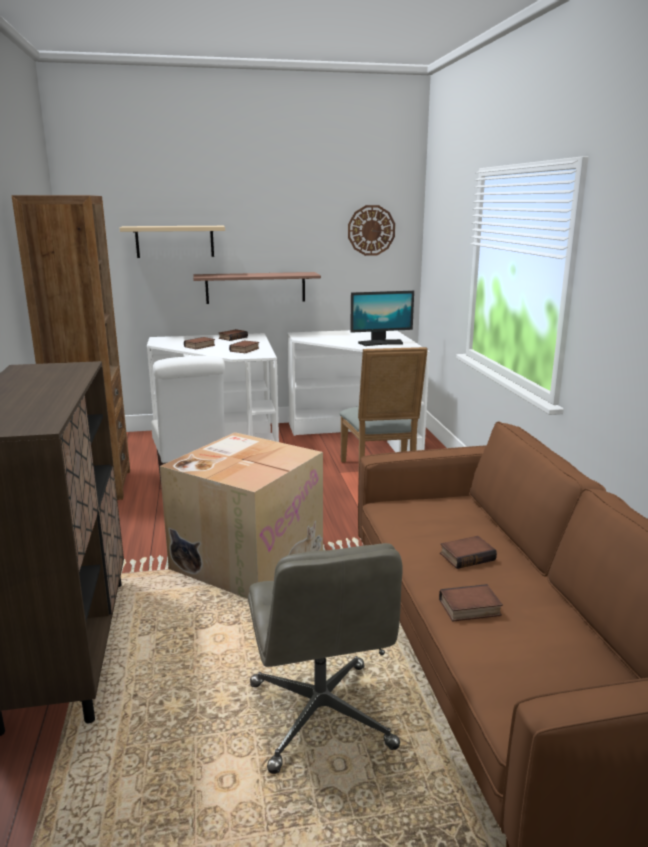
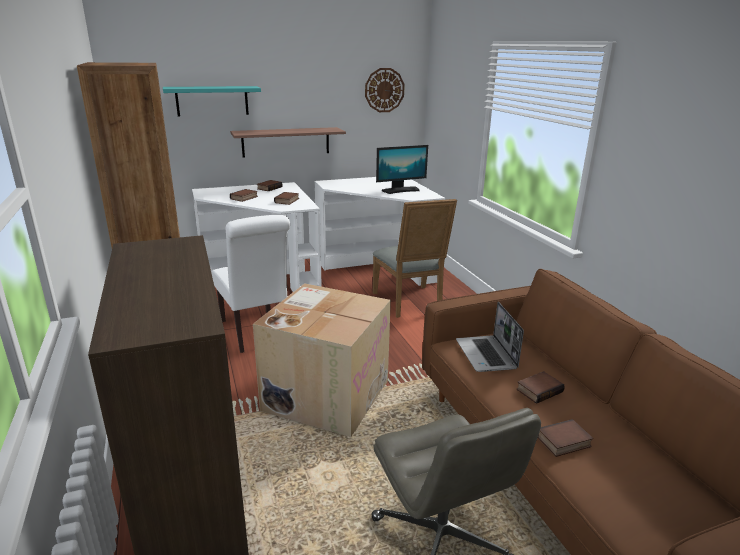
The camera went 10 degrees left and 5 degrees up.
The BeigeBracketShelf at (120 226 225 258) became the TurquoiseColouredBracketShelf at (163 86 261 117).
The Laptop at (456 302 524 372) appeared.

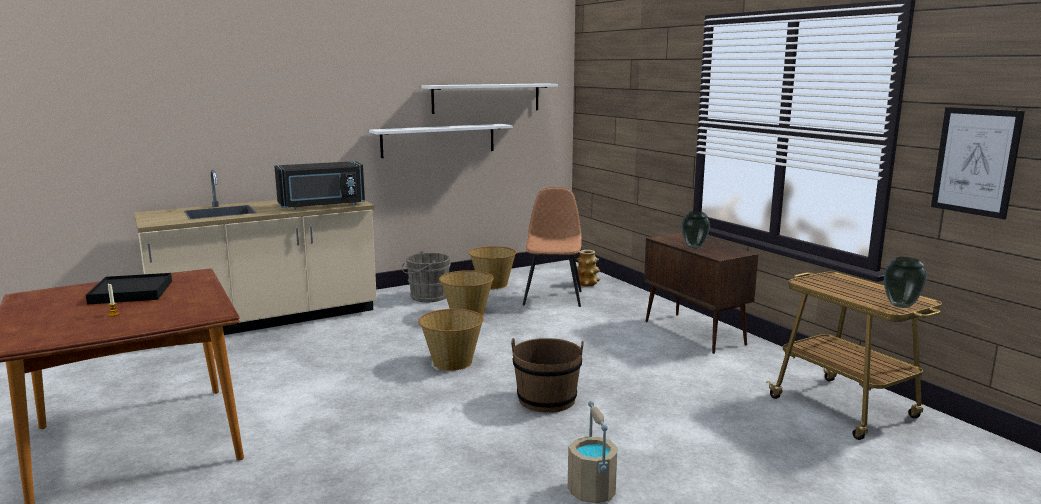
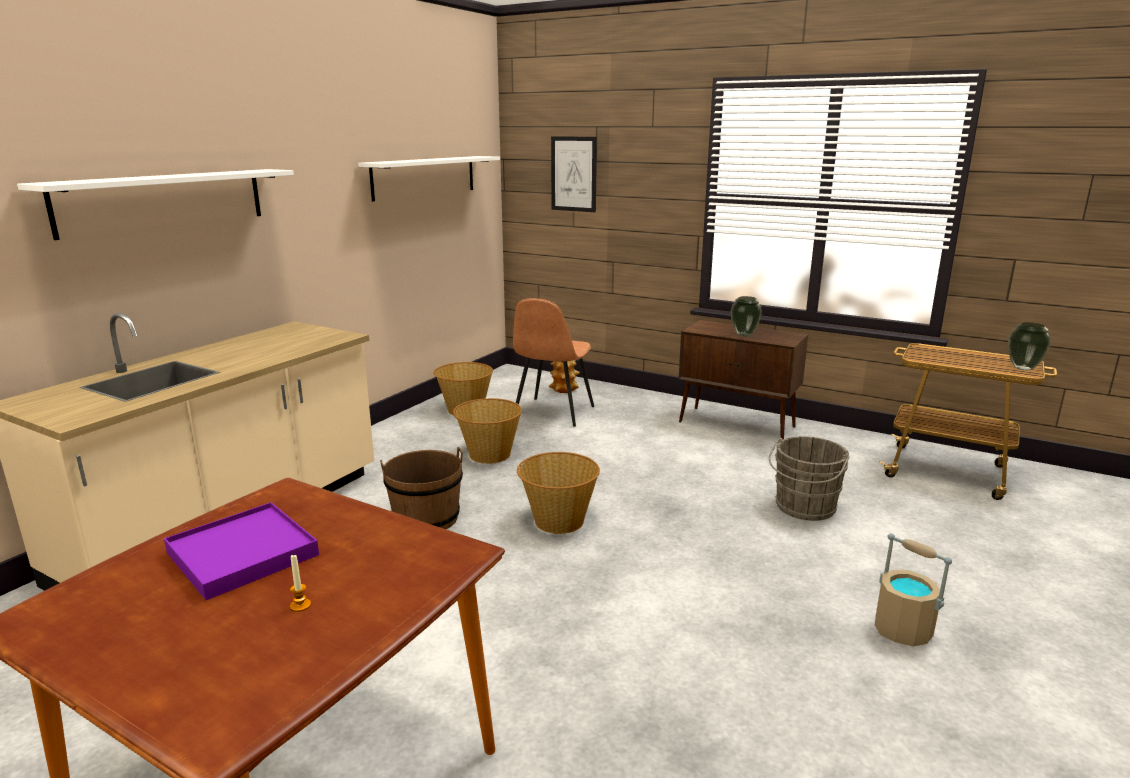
The camera went 30 degrees left and 5 degrees up.
The WallArt moved from (931 107 1025 219) to (551 136 597 212).
The WhiteColouredBracketShelf moved from (369 124 512 158) to (17 169 294 240).
The BlackishMicrowave at (274 161 365 210) disappeared.
The BrownColouredPlainChair at (523 187 582 307) turned 135 degrees counterclockwise.
The GreyBucket moved from (402 251 450 302) to (769 436 850 521).
The BlackishCarryingTray at (86 273 172 305) became the PurplishCarryingTray at (164 502 319 600).
The BrownColouredBucket moved from (511 338 584 413) to (380 447 463 529).

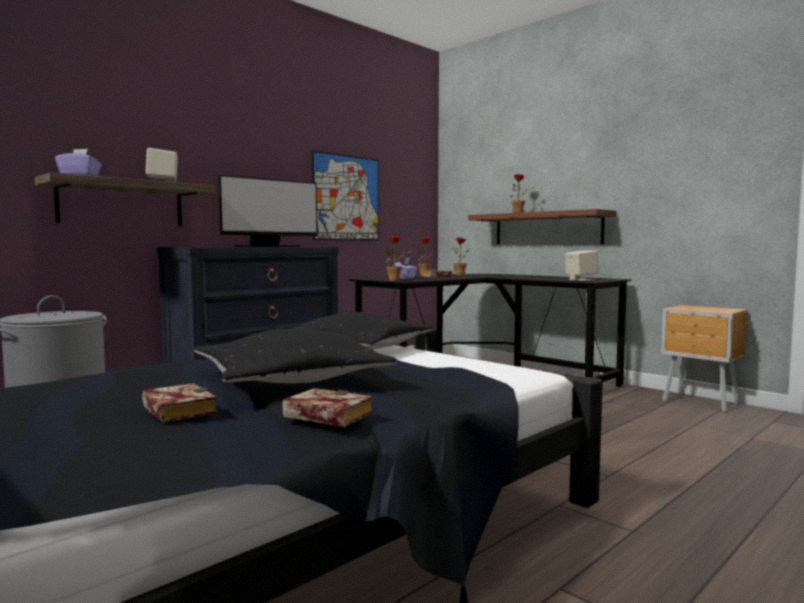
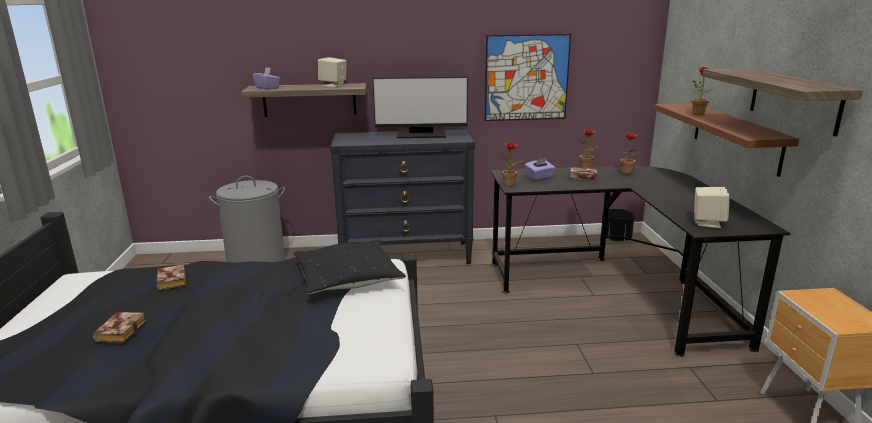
The camera went 40 degrees right and 15 degrees up.
The BlackishThrowPillow at (194 328 397 383) disappeared.
The BoundBook moved from (283 388 373 427) to (157 265 186 290).
The BracketShelf at (703 68 863 137) appeared.

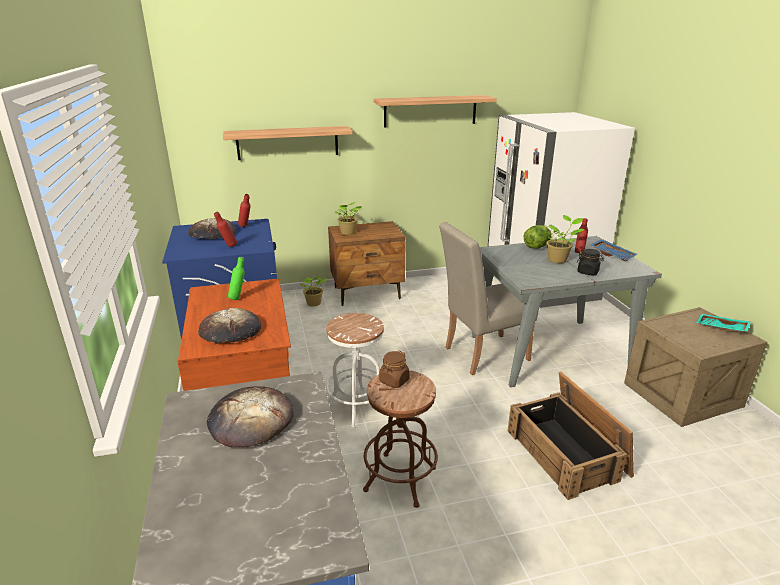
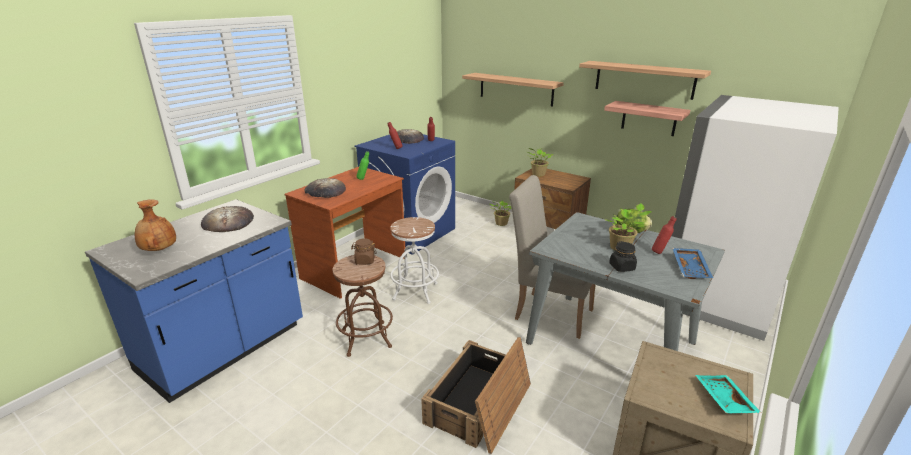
The camera went 50 degrees right and 0 degrees up.
The BracketShelf at (604 101 690 136) appeared.
The BrownColouredDecorativeVase at (135 199 176 251) appeared.

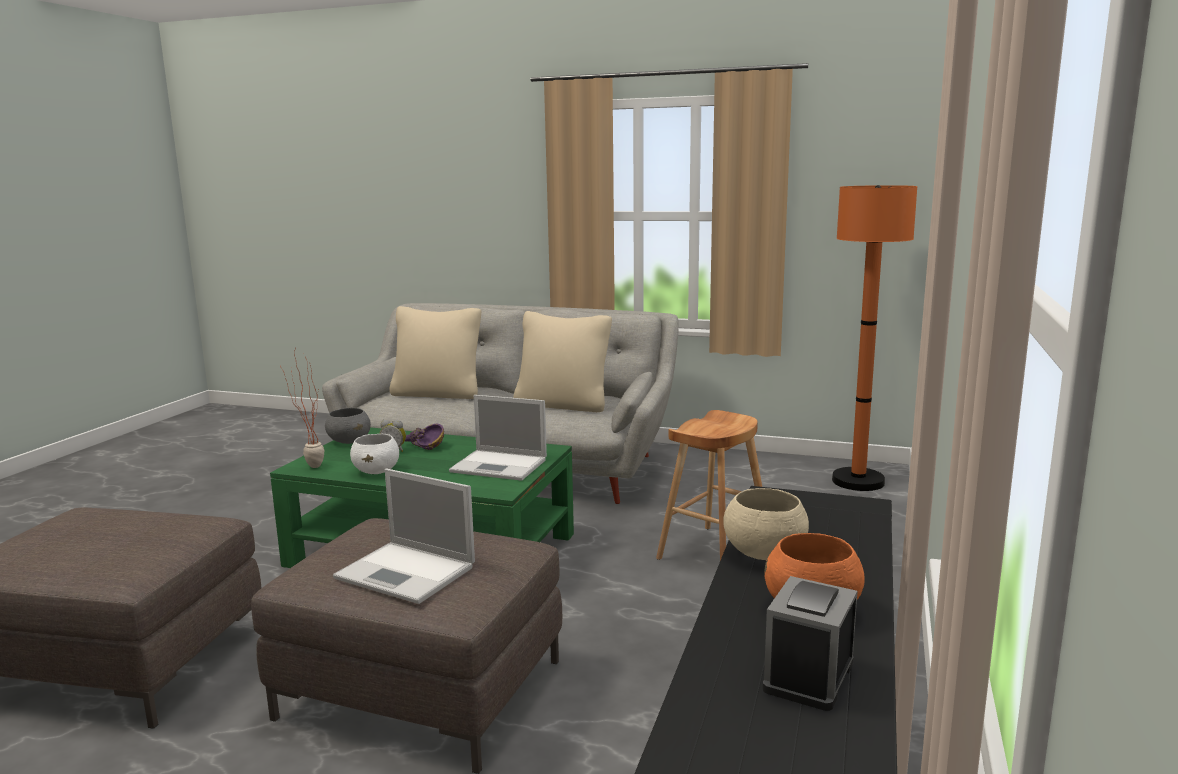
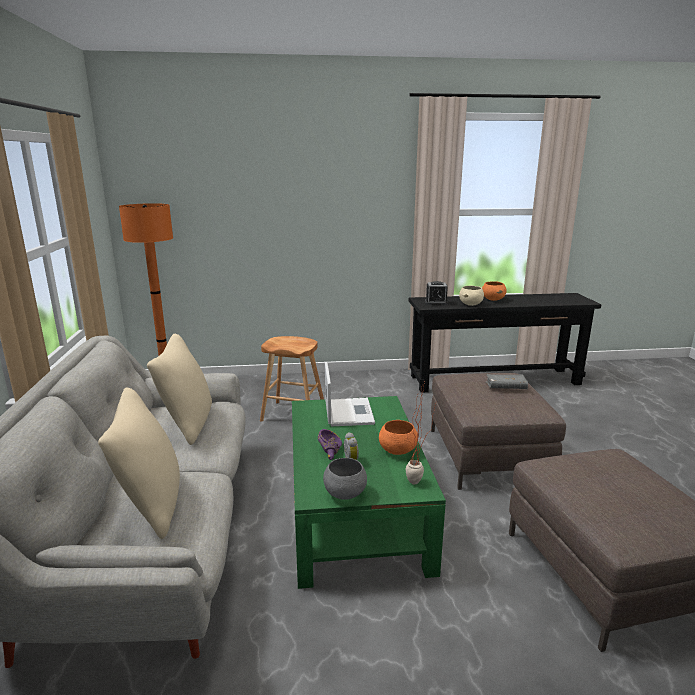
The camera went 115 degrees left and 5 degrees up.
The WhiteColouredDeepDish at (350 434 399 474) became the OrangeDeepDish at (379 420 417 455).
The Laptop at (333 469 475 604) was replaced by the GreyBoundBook at (486 374 528 389).
The AlarmClock moved from (762 576 858 711) to (425 281 448 305).

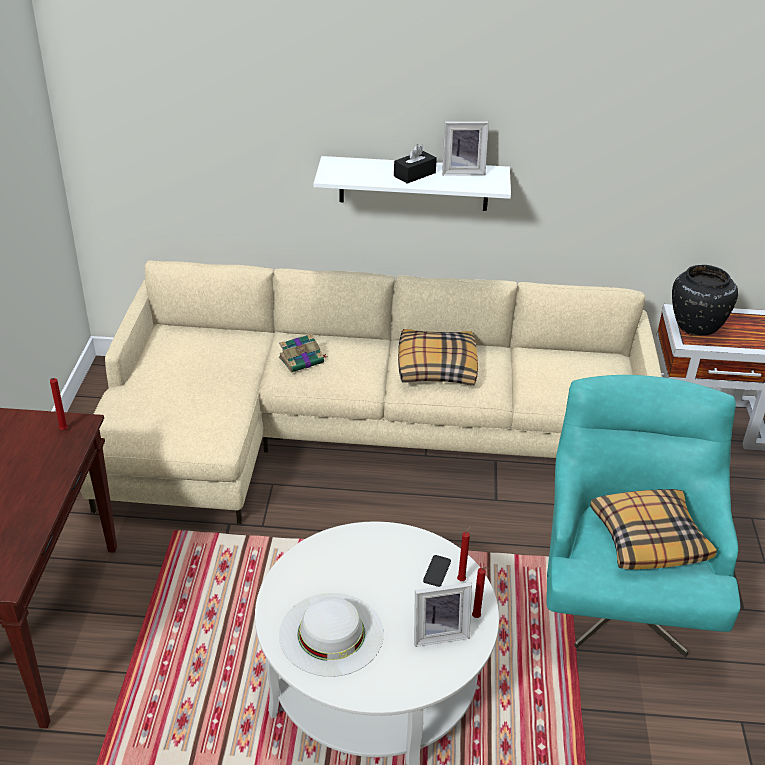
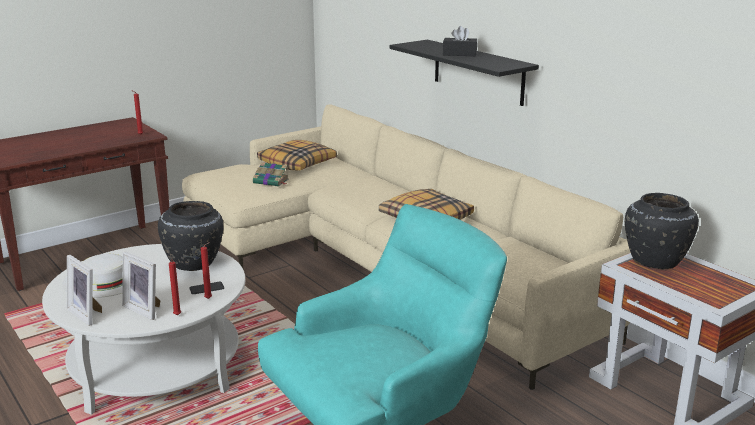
The camera went 50 degrees right and 15 degrees down.
The StandingFrame moved from (442 121 489 175) to (67 255 102 326).
The WhiteColouredBracketShelf at (314 156 511 211) became the BlackishBracketShelf at (390 40 539 106).
The BoundBook moved from (279 333 327 373) to (253 162 289 187).
The ThrowPillow moved from (590 489 717 569) to (257 140 337 170).
The BlackishDecorativeVase at (158 201 224 271) appeared.

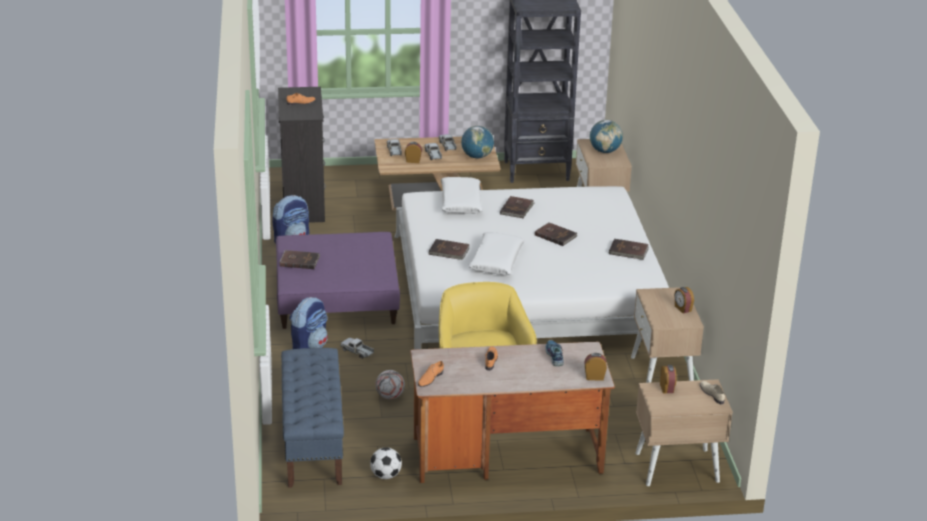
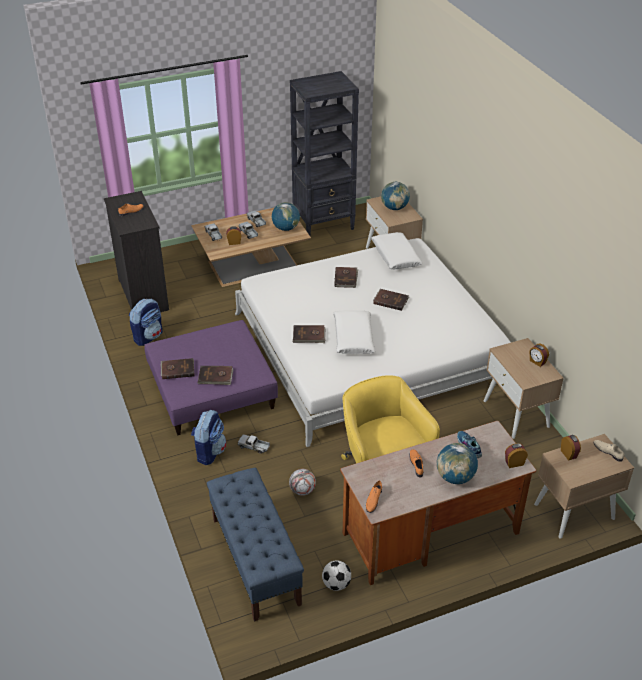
The camera went 15 degrees left and 10 degrees up.
The WhiteColouredThrowPillow moved from (441 177 483 214) to (371 232 422 269).
The BrownColouredBoundBook moved from (608 239 649 260) to (197 366 233 385).
The Globe at (437 443 478 484) appeared.

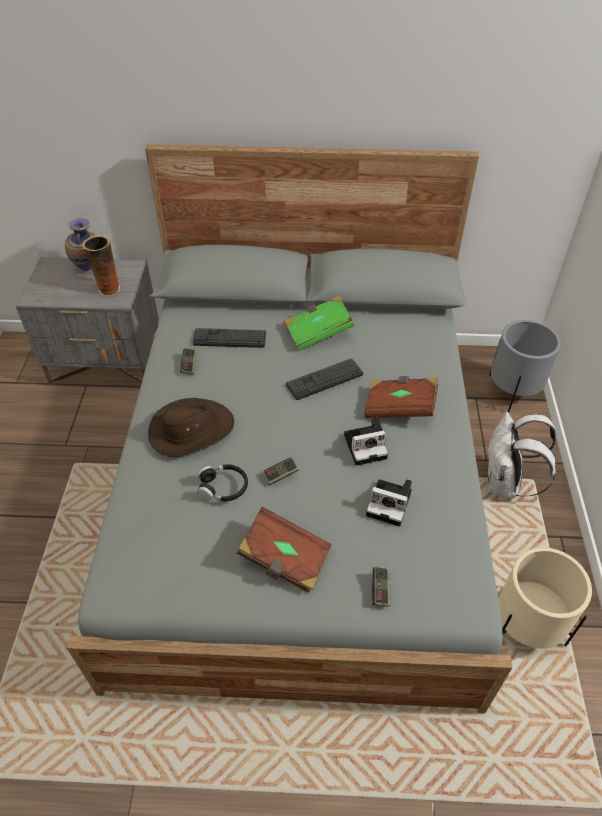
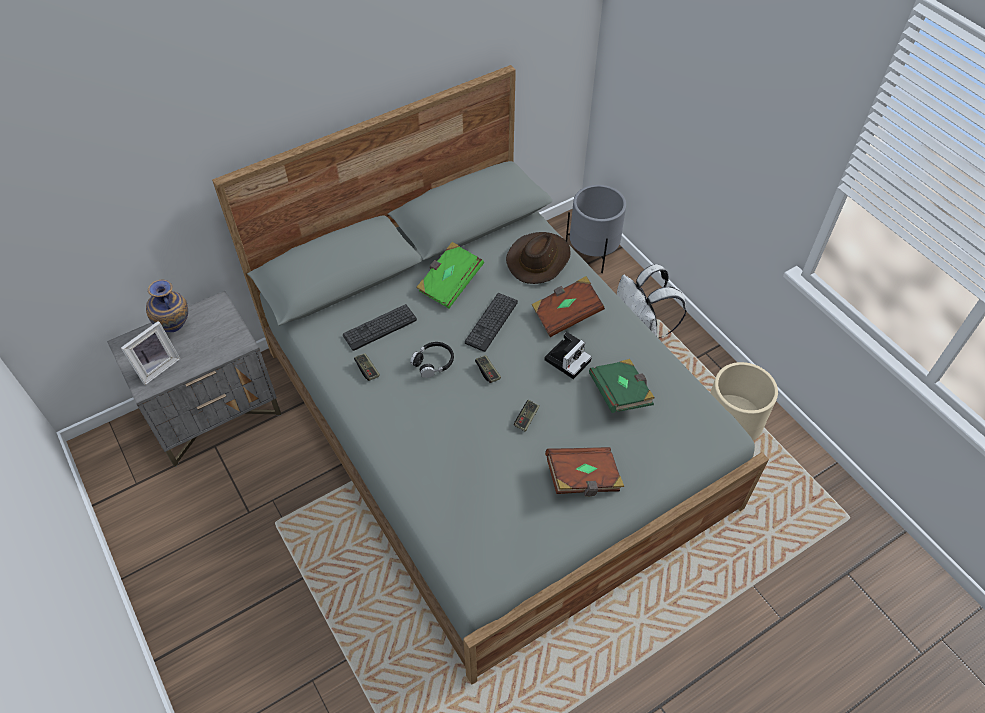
The camera went 35 degrees left and 5 degrees up.
The DecorativeVase at (82 235 120 296) disappeared.
The BrownColouredWearableHat moved from (148 398 234 457) to (506 232 571 284).
The BlackishHeadset moved from (197 464 248 502) to (410 342 454 378).
The StillCamera at (366 479 412 526) was replaced by the GreenishBoundBook at (589 359 655 413).
The Joypad moved from (372 567 391 607) to (475 355 501 383).
The StandingFrame at (121 321 180 385) appeared.

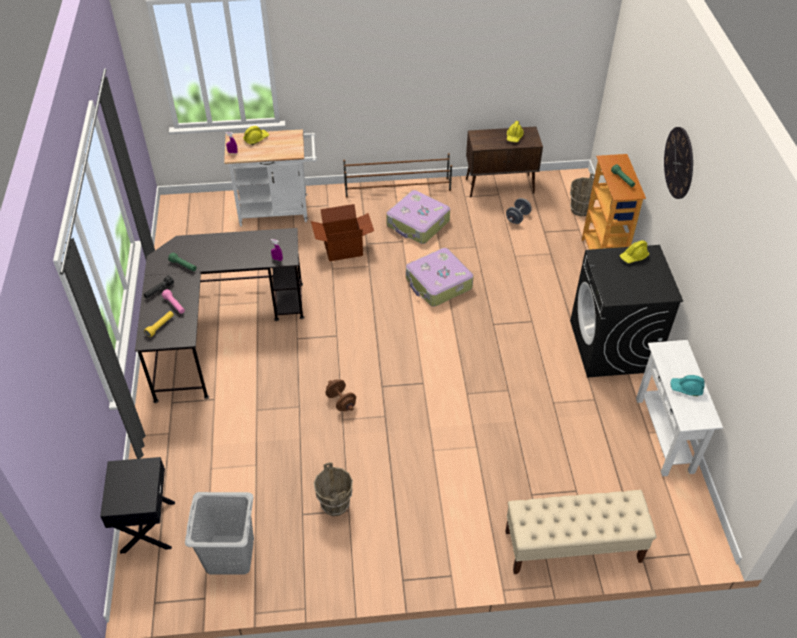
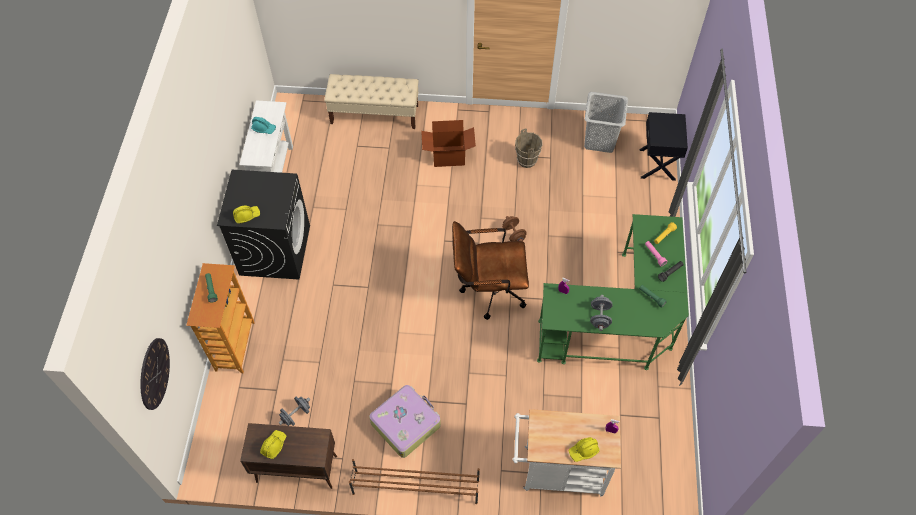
The camera went 170 degrees left and 10 degrees up.
The ClockOnTheWall moved from (664 127 693 199) to (140 338 170 410).
The BrownColouredBucket at (570 173 596 216) disappeared.
The CardboardBox moved from (311 204 374 261) to (421 120 476 167).
The BlackishDesk at (135 228 304 403) became the GreenishDesk at (537 214 689 370).
The TravelCase at (406 248 474 307) disappeared.
The BrownColouredDeskChair at (452 221 529 320) appeared.
The GreyHandWeight at (590 295 612 331) appeared.

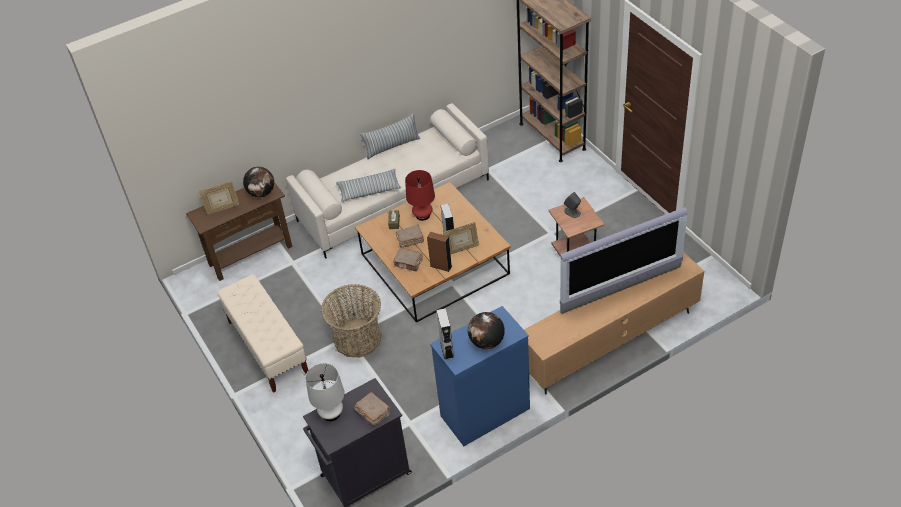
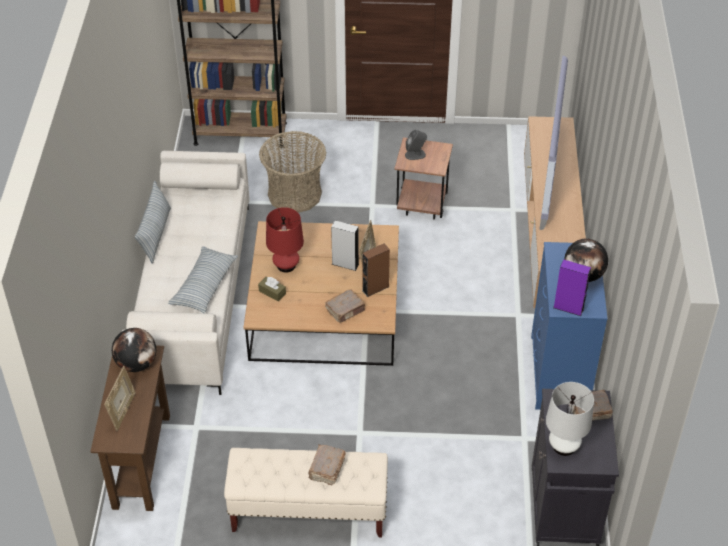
The camera went 60 degrees left and 0 degrees up.
The BrownColouredBoundBook moved from (396 225 424 248) to (308 444 346 485).
The StorageBasket moved from (321 284 382 357) to (259 131 326 213).
The GreyAudioSpeaker at (436 308 454 360) became the PurplishAudioSpeaker at (553 259 591 316).

